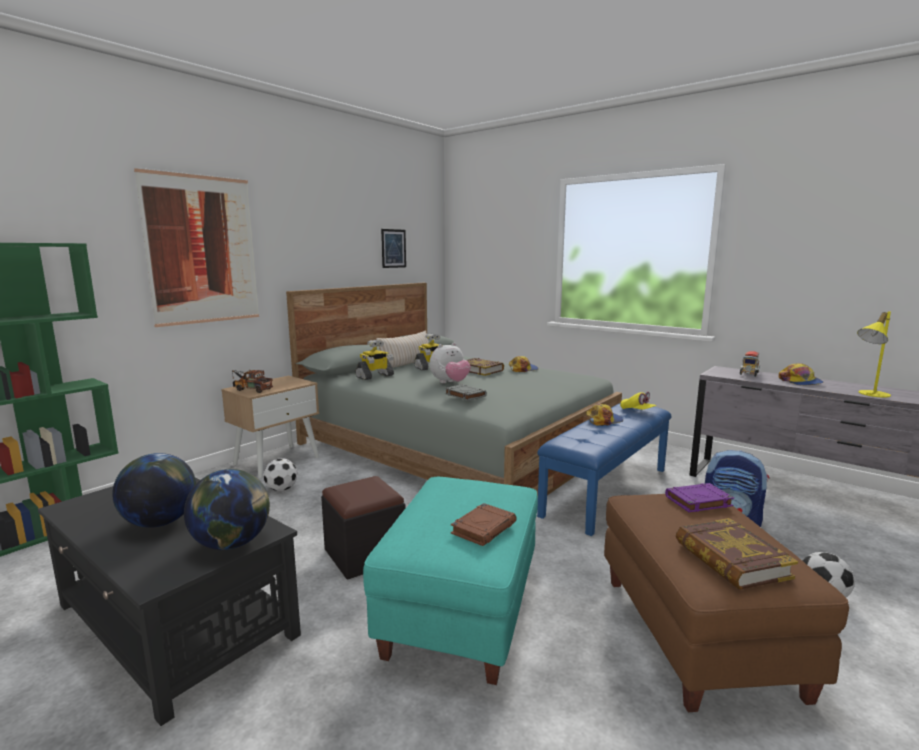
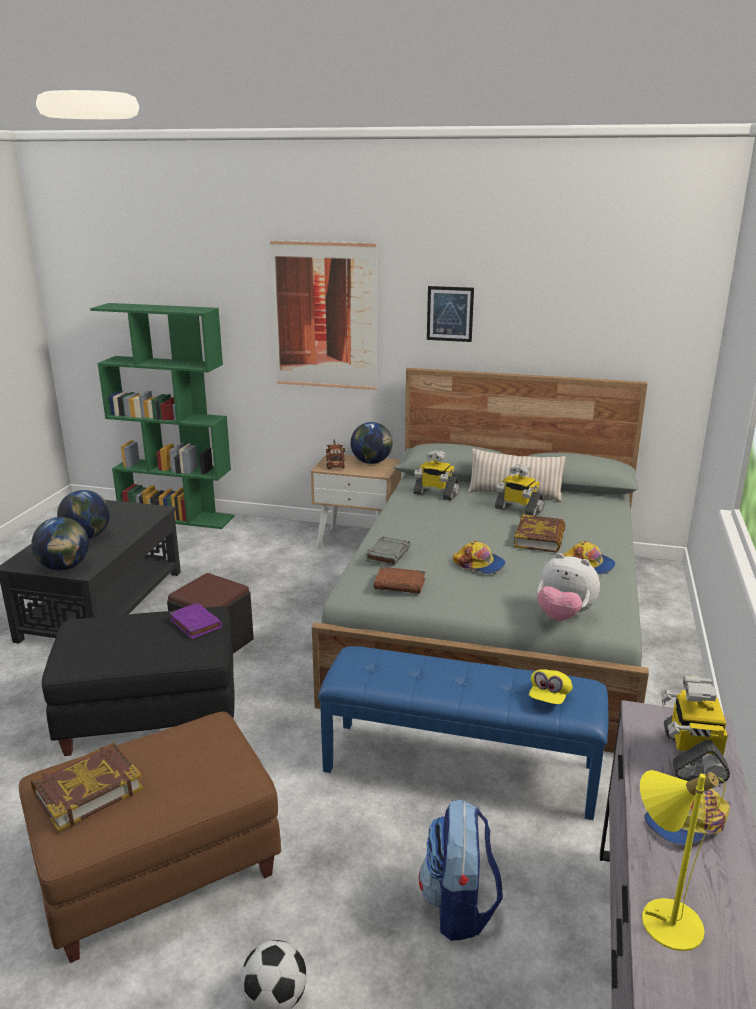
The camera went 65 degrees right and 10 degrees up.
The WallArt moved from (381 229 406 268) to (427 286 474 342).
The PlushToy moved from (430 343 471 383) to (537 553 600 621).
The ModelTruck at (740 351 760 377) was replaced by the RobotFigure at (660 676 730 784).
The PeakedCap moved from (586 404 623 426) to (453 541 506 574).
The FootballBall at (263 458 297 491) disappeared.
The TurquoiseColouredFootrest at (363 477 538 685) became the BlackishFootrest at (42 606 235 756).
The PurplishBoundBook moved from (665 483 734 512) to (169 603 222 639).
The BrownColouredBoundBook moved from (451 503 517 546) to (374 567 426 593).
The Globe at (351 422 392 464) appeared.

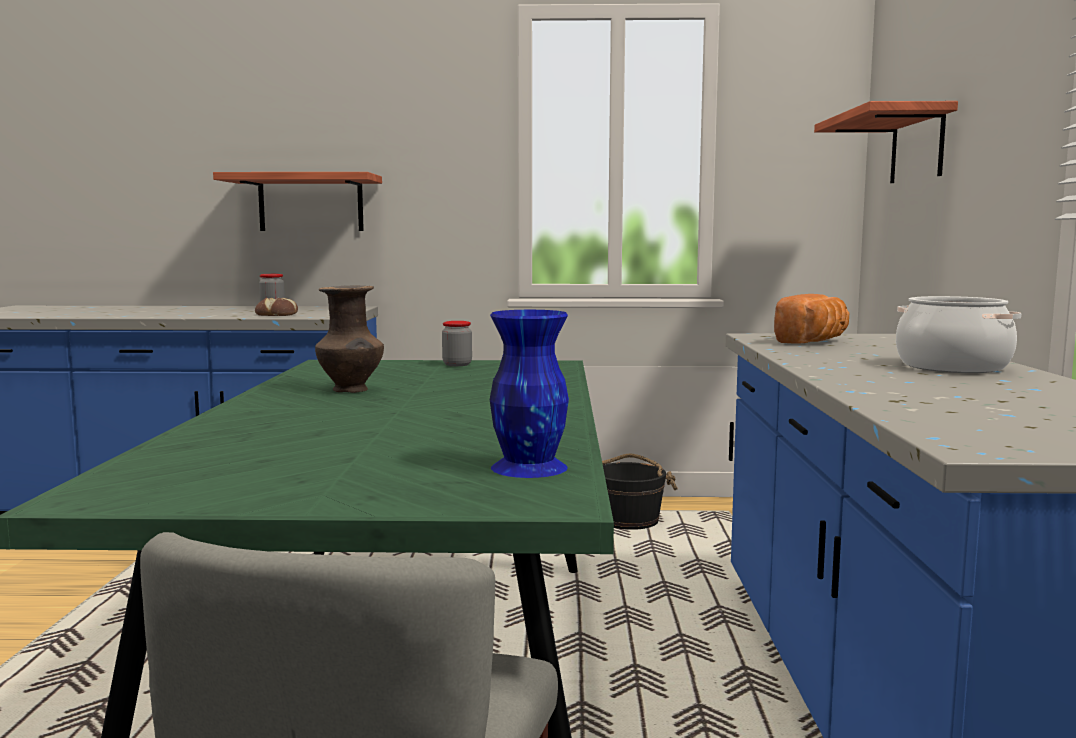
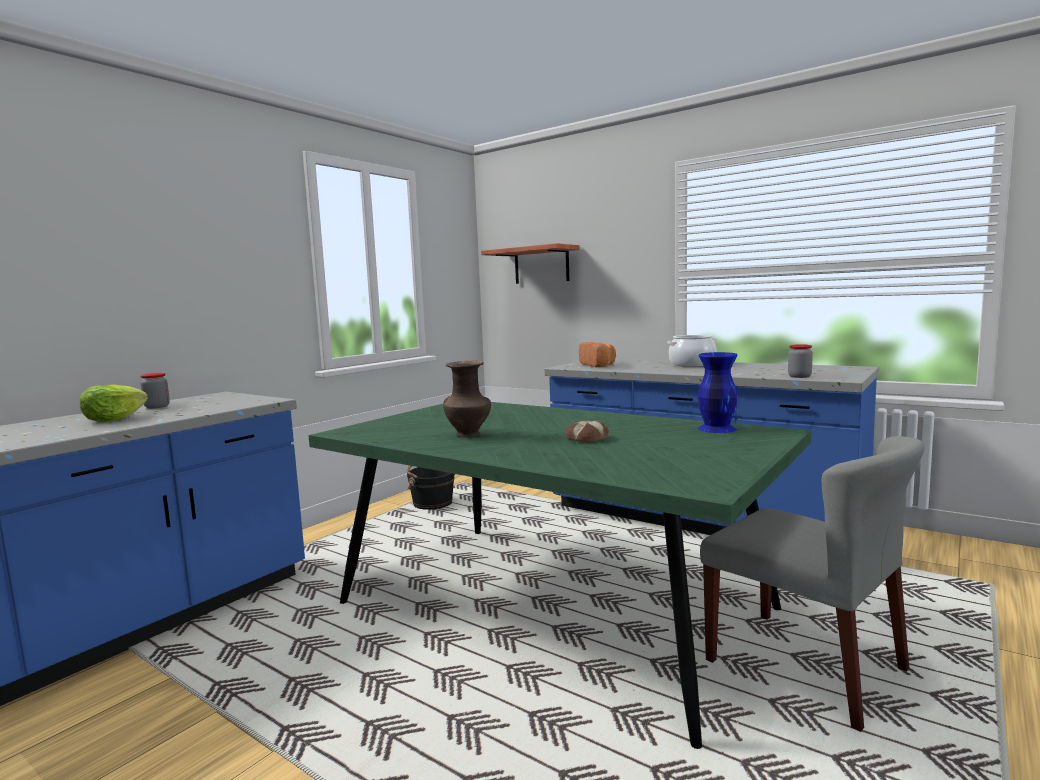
The camera went 55 degrees left and 0 degrees up.
The BracketShelf at (213 172 382 231) disappeared.
The BakeryBread moved from (255 298 298 316) to (565 420 609 443).
The StorageJar moved from (442 321 472 366) to (788 344 813 378).
The LettuceHead at (80 384 148 422) appeared.

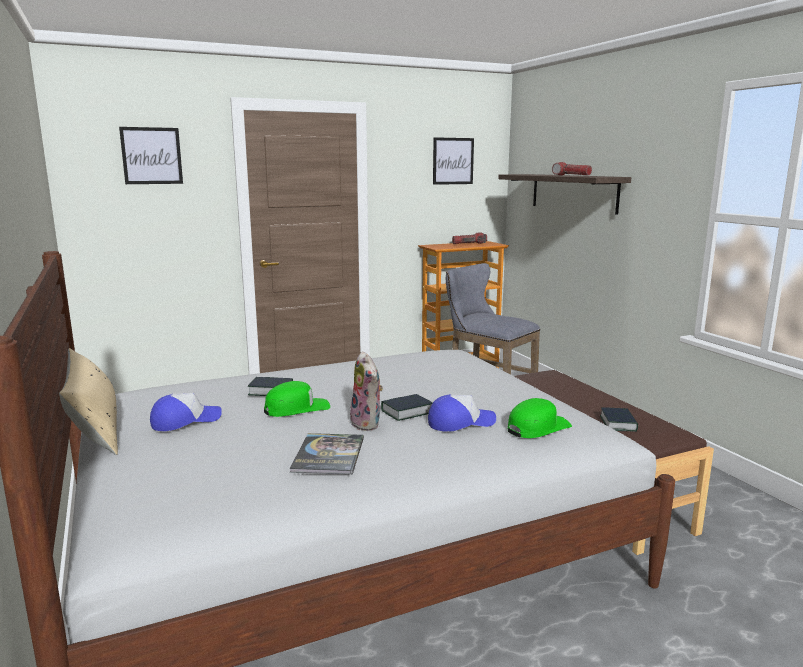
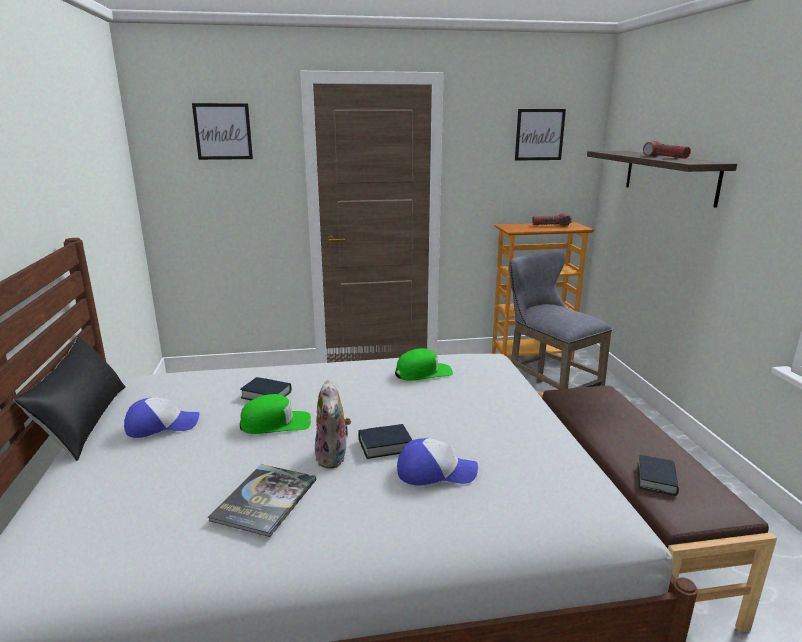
The camera went 15 degrees right and 5 degrees up.
The BeigeThrowPillow at (59 348 118 455) became the BlackishThrowPillow at (14 336 125 461).
The GreenishPeakedCap moved from (508 398 572 438) to (395 348 453 381).

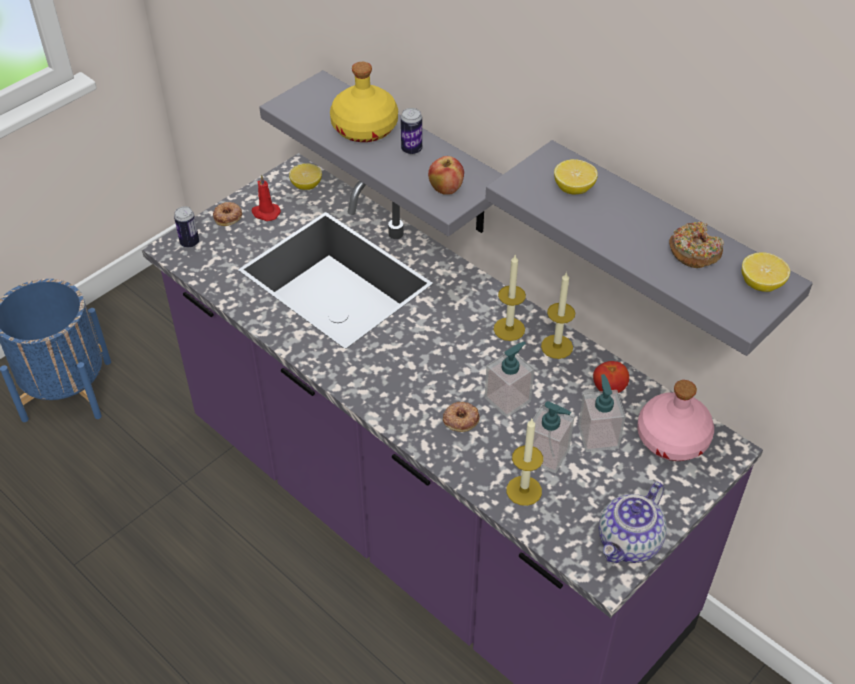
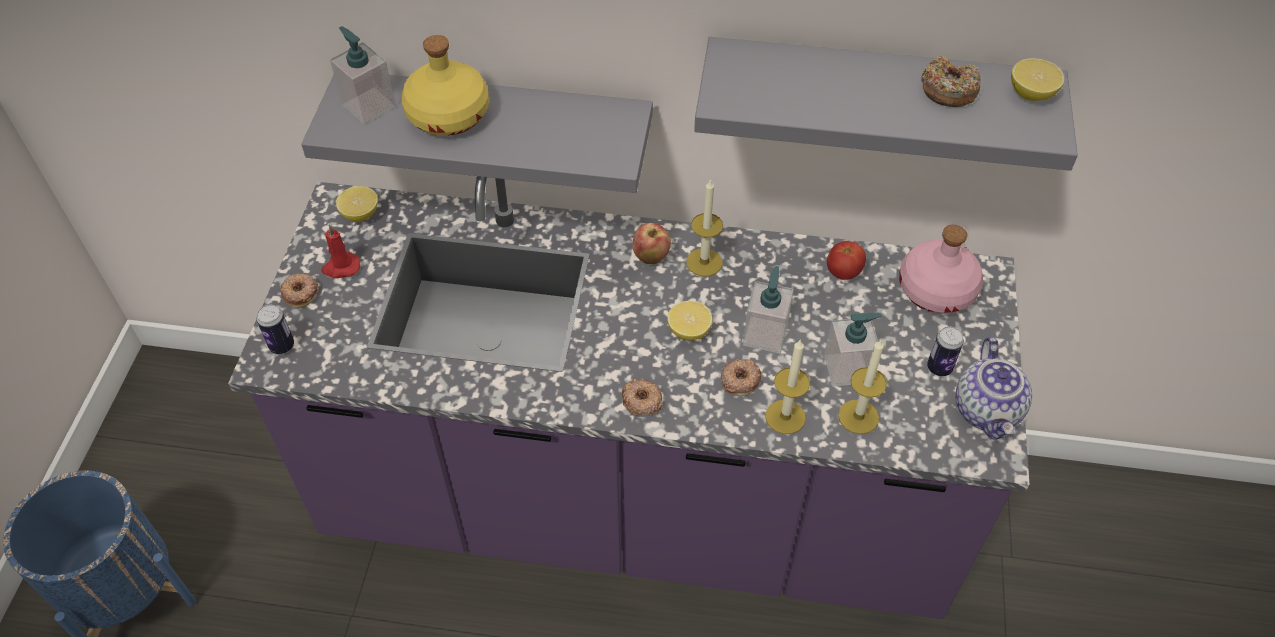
The camera went 35 degrees left and 5 degrees up.
The MetalCan moved from (401 108 422 155) to (927 326 964 376).
The WholeApple moved from (428 156 464 195) to (632 223 671 264).
The Lemon moved from (554 159 598 194) to (667 301 712 340).
The WaxLight moved from (541 272 575 359) to (765 339 810 434).
The SoapBottle moved from (578 374 626 452) to (330 26 396 124).
The RingDoughnut at (622 378 662 416) appeared.

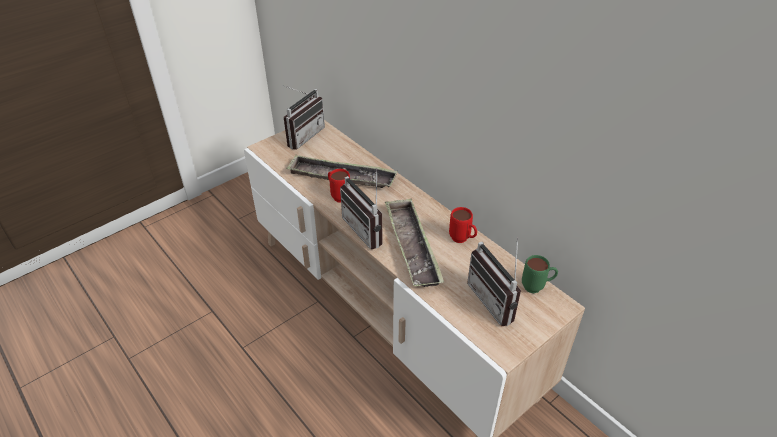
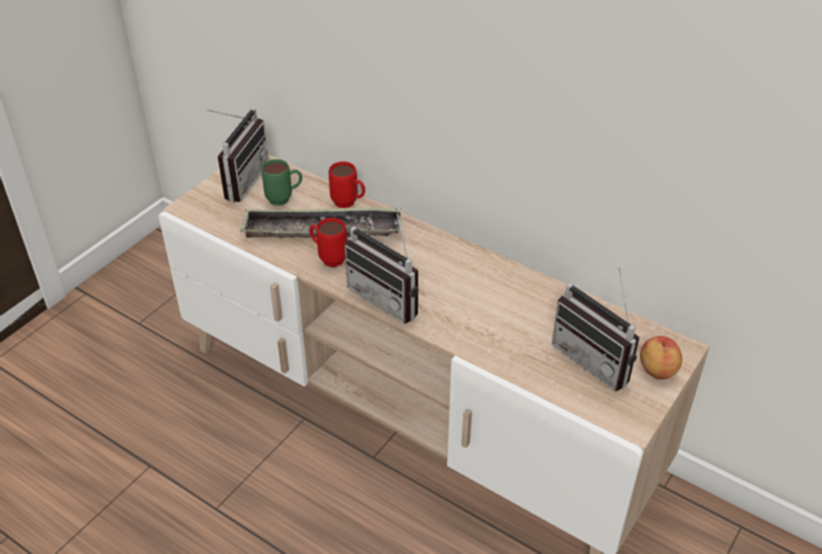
The camera went 15 degrees left and 0 degrees up.
The CarryingTray at (385 198 444 287) disappeared.
The RedColouredCoffeeMug moved from (449 207 477 243) to (329 162 365 208).
The GreenishCoffeeMug moved from (522 255 558 293) to (261 159 302 206).
The WholeApple at (640 336 682 380) appeared.

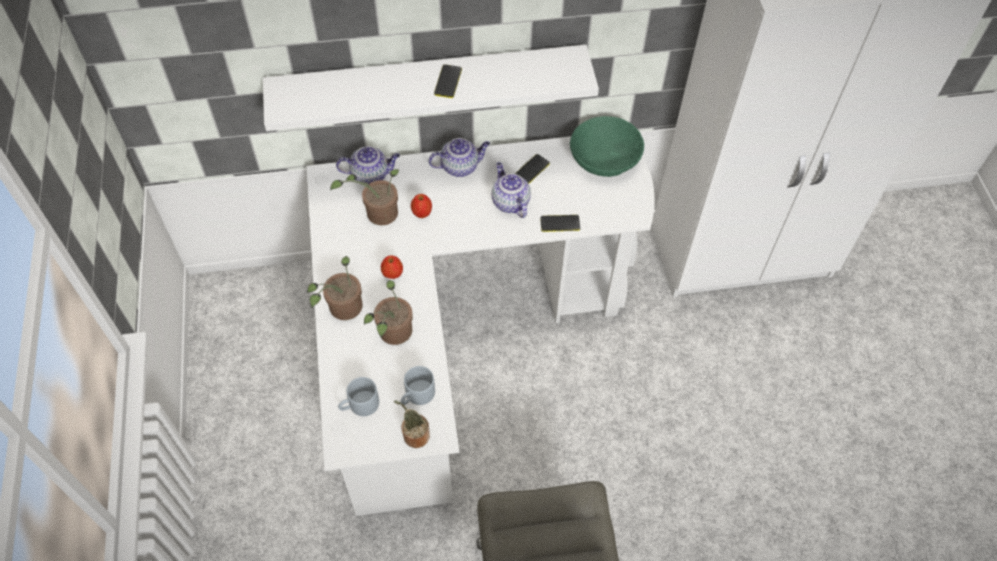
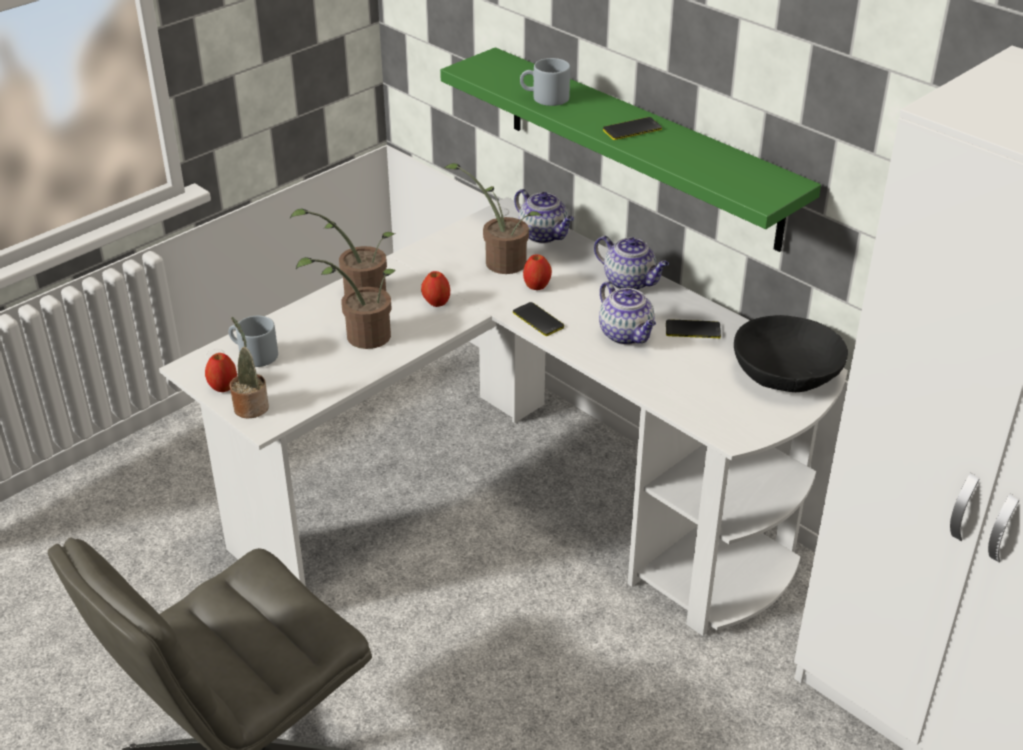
The camera went 55 degrees right and 20 degrees down.
The WhiteColouredBracketShelf at (263 45 599 131) became the GreenishBracketShelf at (440 47 821 252).
The GreenishDeepDish at (570 116 644 177) became the BlackishDeepDish at (734 315 848 392).
The TeaPot at (491 162 531 218) turned 120 degrees clockwise.
The Telephone moved from (540 215 580 232) to (513 302 564 336).
The GreyCoffeeMug moved from (401 366 435 405) to (520 58 570 106).
The WholeApple at (205 353 237 392) appeared.

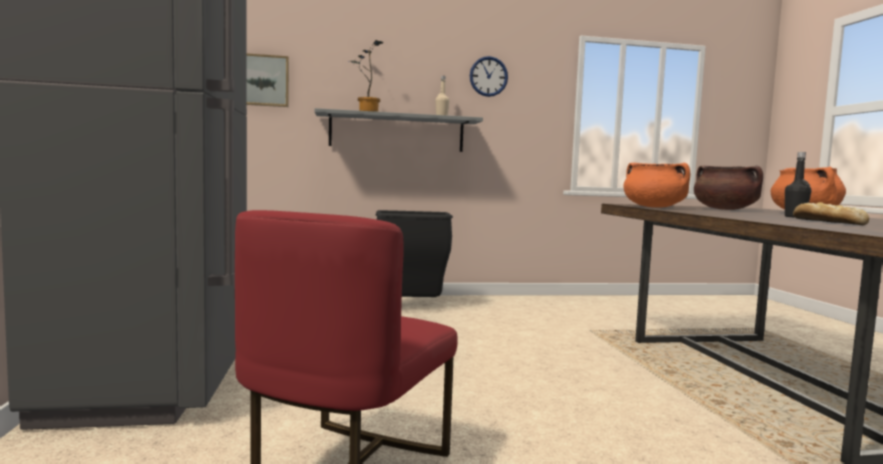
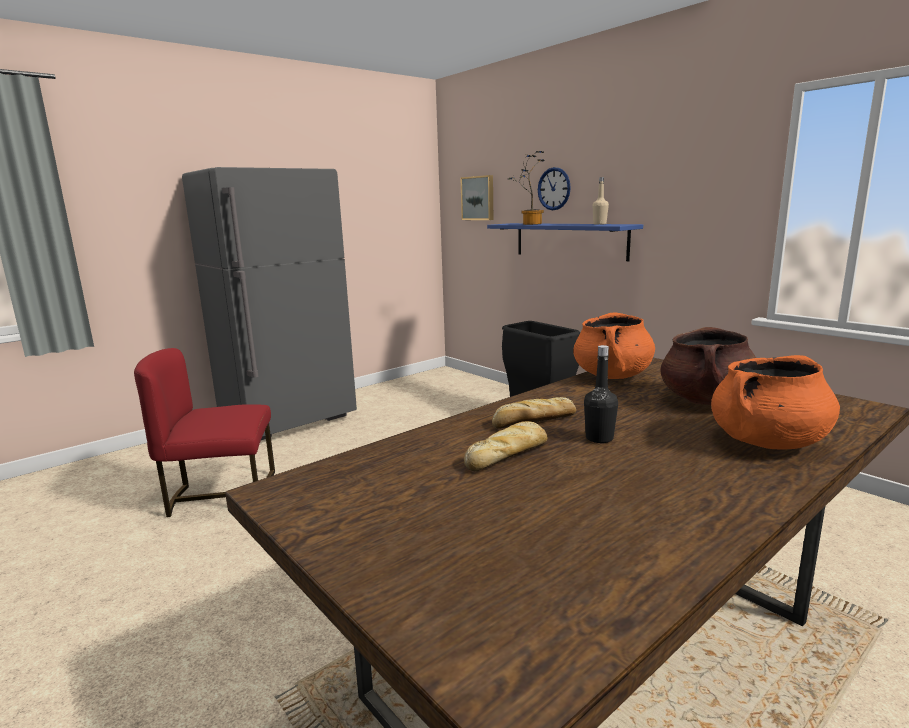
The camera went 60 degrees right and 10 degrees up.
The ClockOnTheWall moved from (470 56 508 97) to (538 167 571 210).
The GreyBracketShelf at (314 108 483 152) became the BluishBracketShelf at (487 223 643 261).
The BakeryBread at (492 397 576 429) appeared.

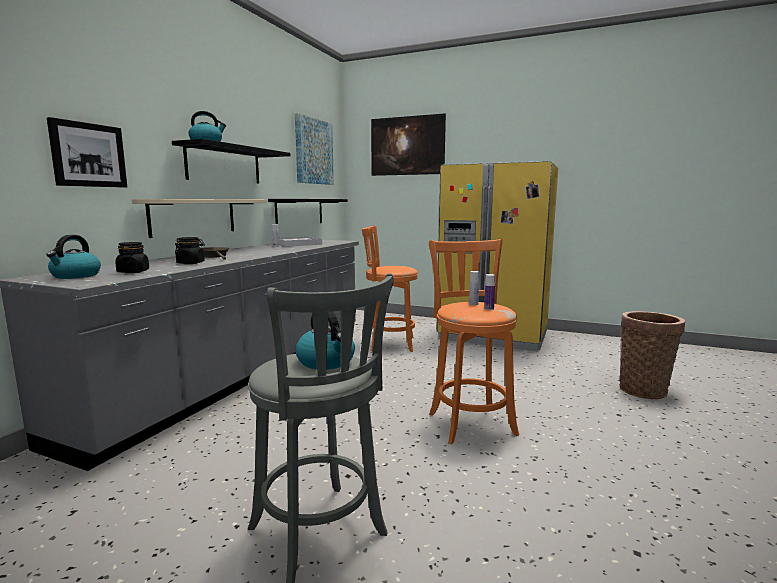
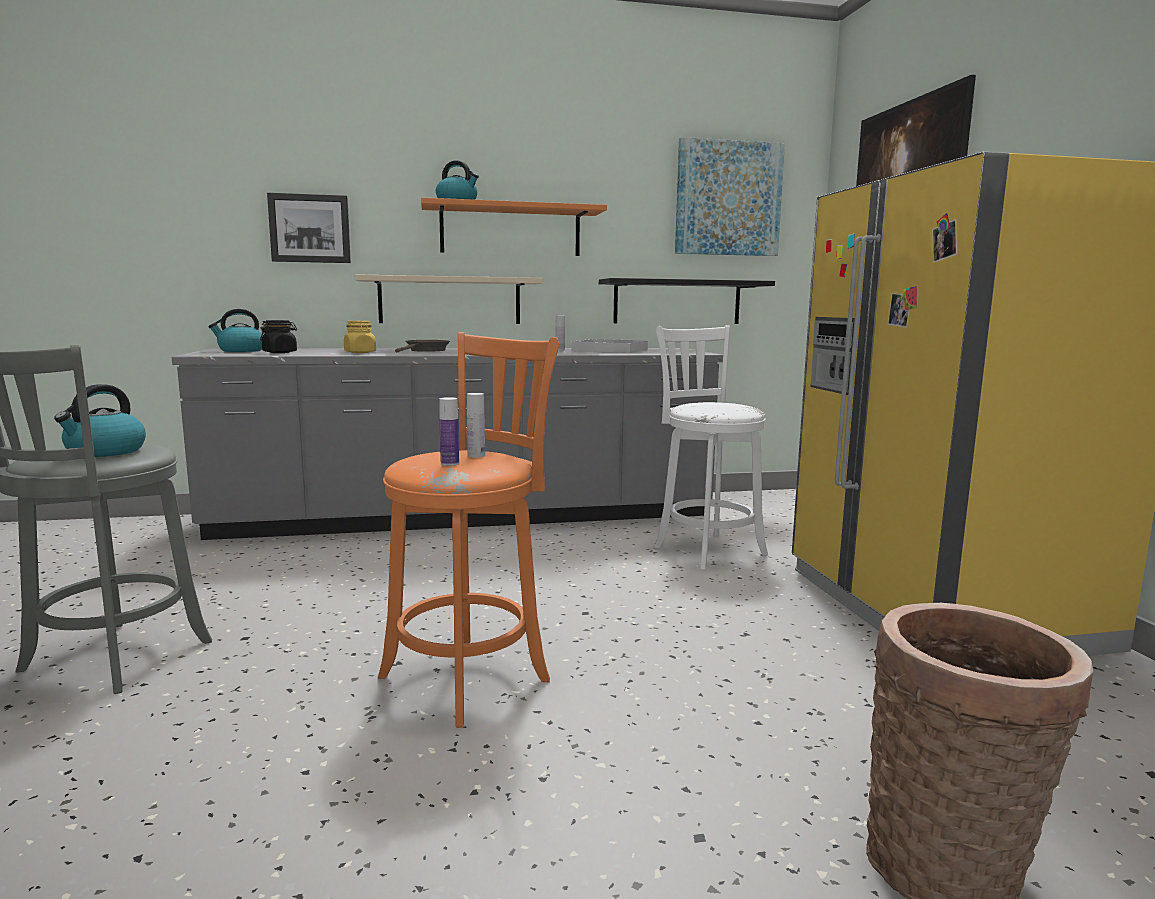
The camera went 55 degrees right and 0 degrees up.
The BlackishBracketShelf at (172 139 290 183) became the OrangeBracketShelf at (421 198 607 256).
The OrangeStoolSeat at (362 225 418 352) became the WhiteColouredStoolSeat at (654 325 768 570).
The BlackishStorageJar at (175 237 205 264) became the YellowishStorageJar at (344 321 376 353).

